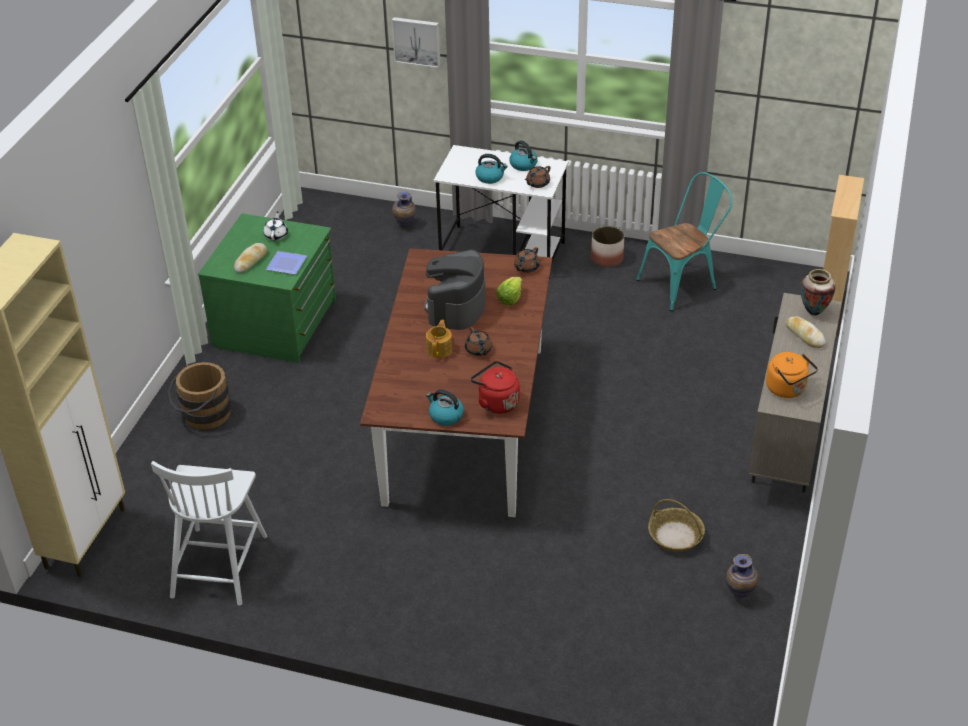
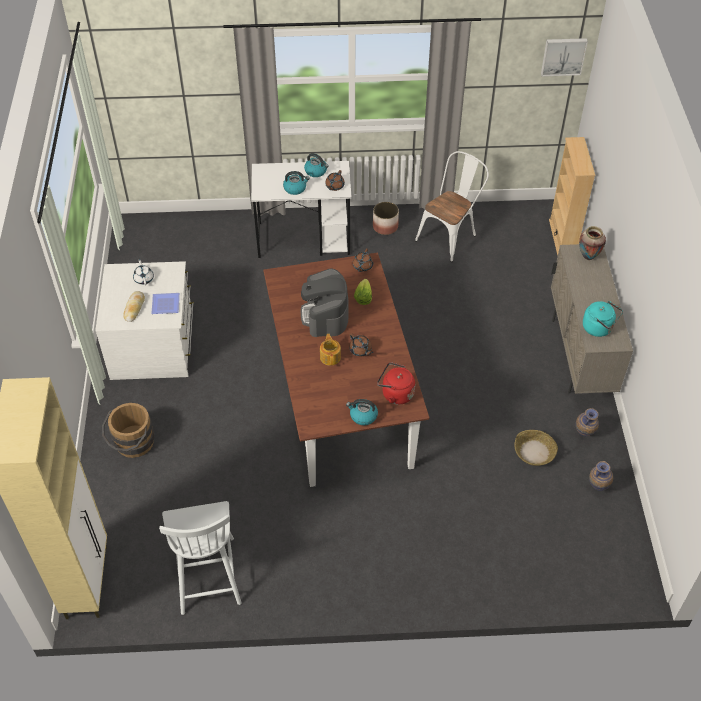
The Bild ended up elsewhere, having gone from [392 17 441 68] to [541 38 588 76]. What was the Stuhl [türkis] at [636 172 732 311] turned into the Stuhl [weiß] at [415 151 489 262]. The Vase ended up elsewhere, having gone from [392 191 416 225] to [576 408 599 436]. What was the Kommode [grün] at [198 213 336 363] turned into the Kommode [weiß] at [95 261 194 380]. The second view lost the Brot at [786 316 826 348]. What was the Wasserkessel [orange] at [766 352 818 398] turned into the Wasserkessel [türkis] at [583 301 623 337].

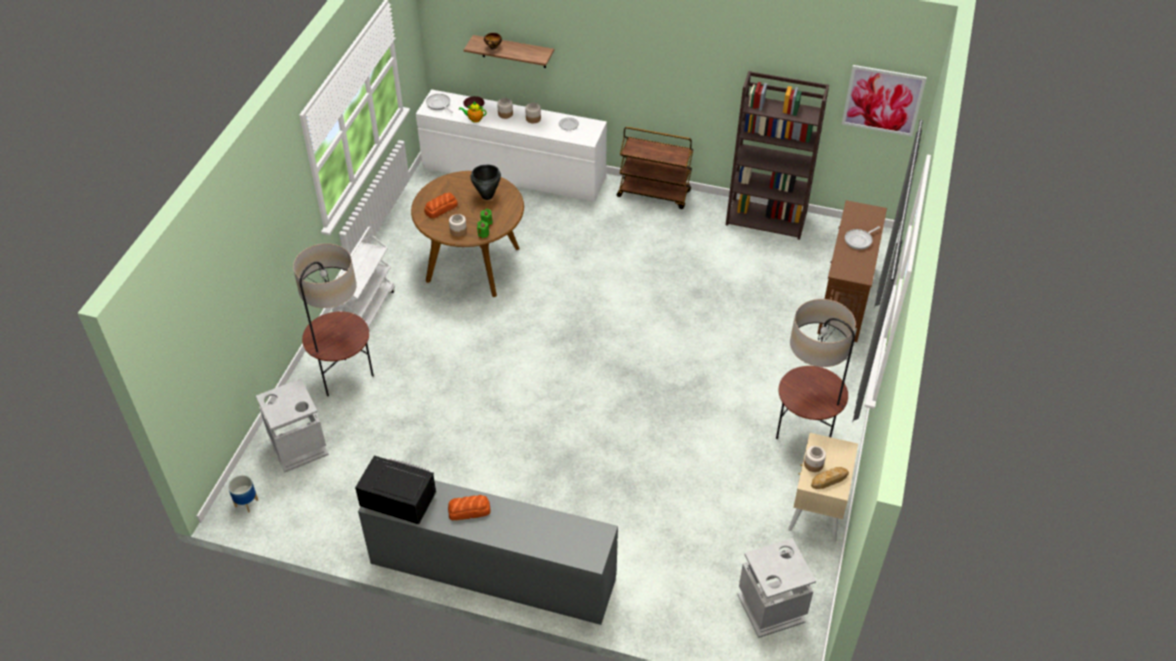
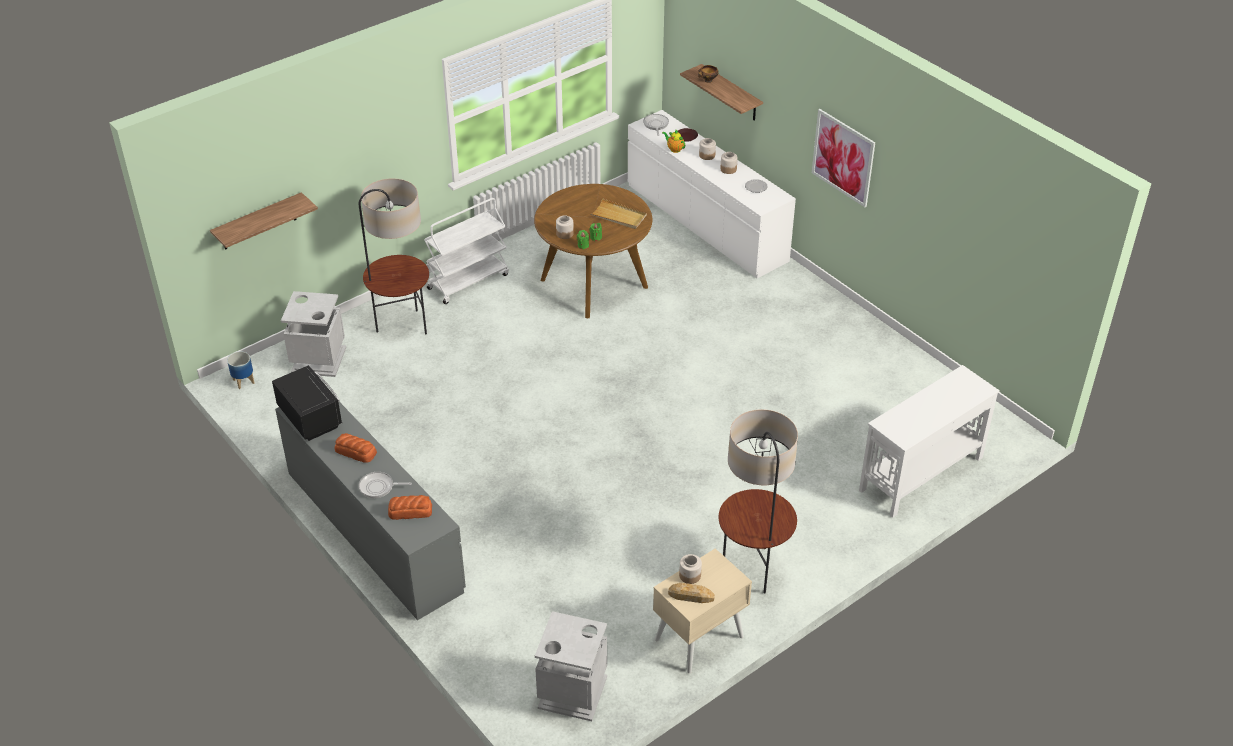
The Bild ended up elsewhere, having gone from [842 65 927 137] to [812 109 875 207]. The second view lost the Bücherregal [braun] at [726 71 829 240]. The second view lost the Rollwagen [braun] at [617 127 693 209]. Where the Kochtopf [schwarz] stood at [471 165 501 200], the Tablett [beige] came to stand at [590 199 647 229]. The Brot ended up elsewhere, having gone from [424 192 458 218] to [388 495 432 520]. What was the Konsolentisch [braun] at [817 200 887 342] turned into the Konsolentisch [weiß] at [859 365 1000 518]. The Pfanne ended up elsewhere, having gone from [845 226 880 250] to [359 472 412 498]. The second view gained the Wandregal at [210 192 318 250].

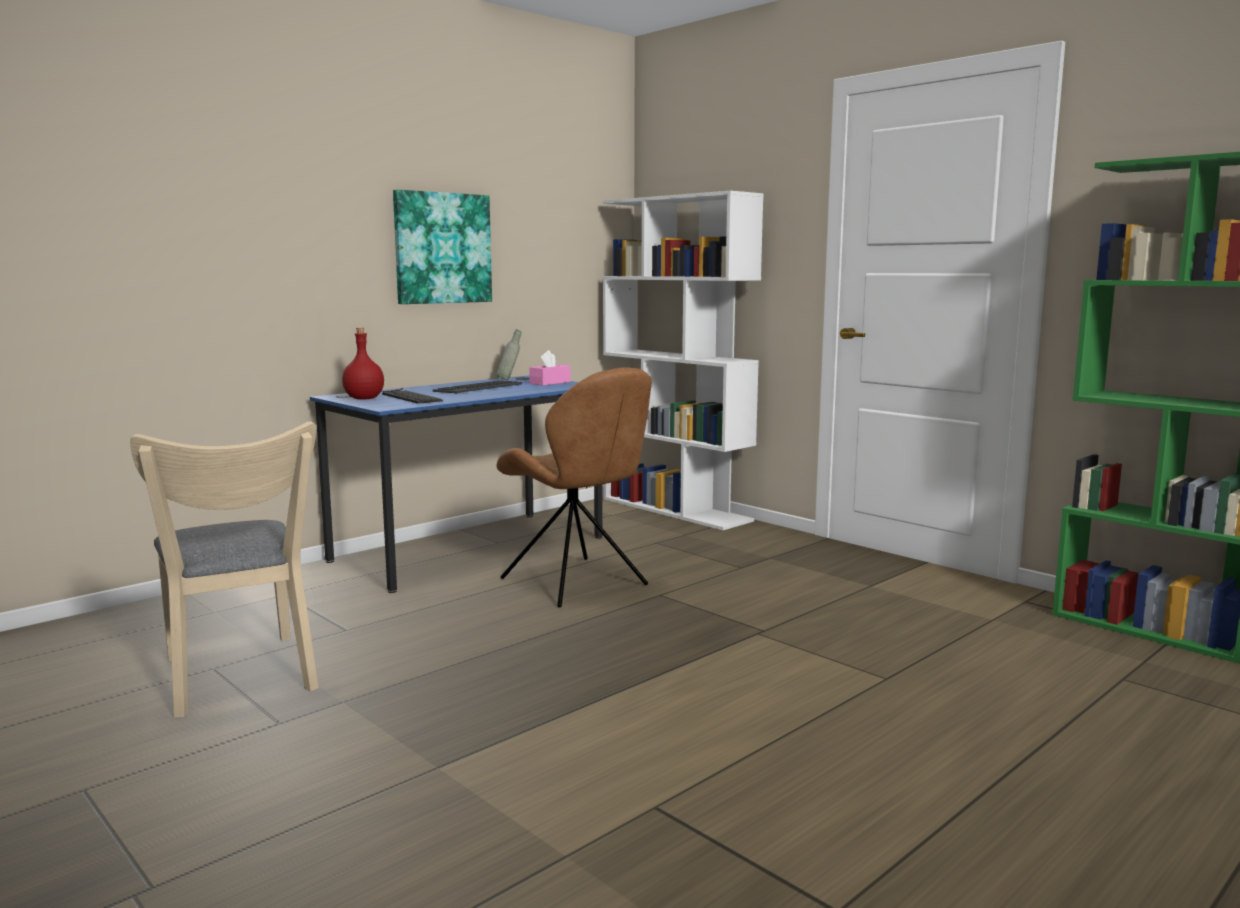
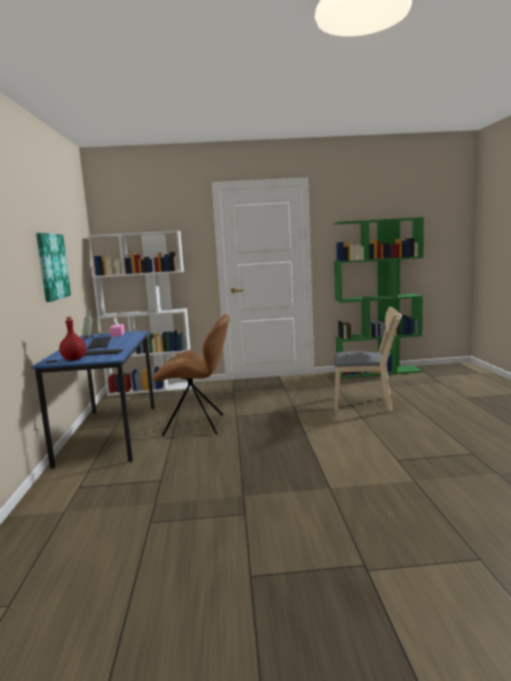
The Stuhl [beige] ended up elsewhere, having gone from [130 421 319 718] to [334 307 402 412].

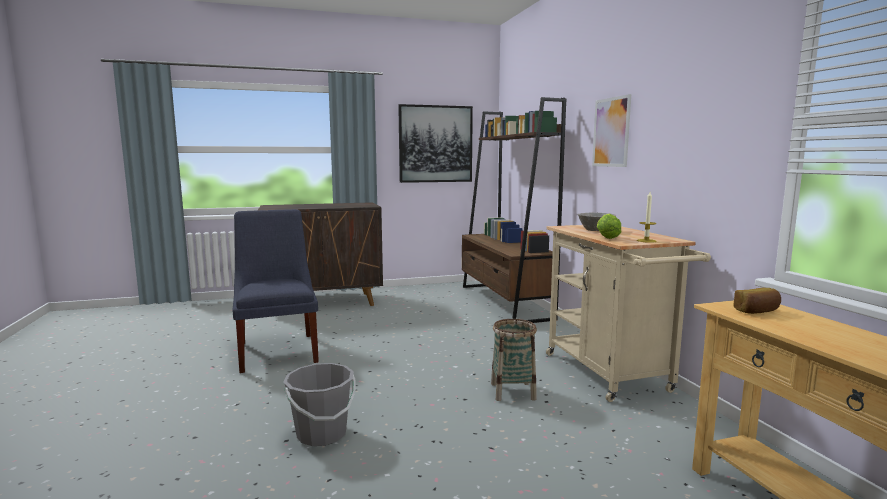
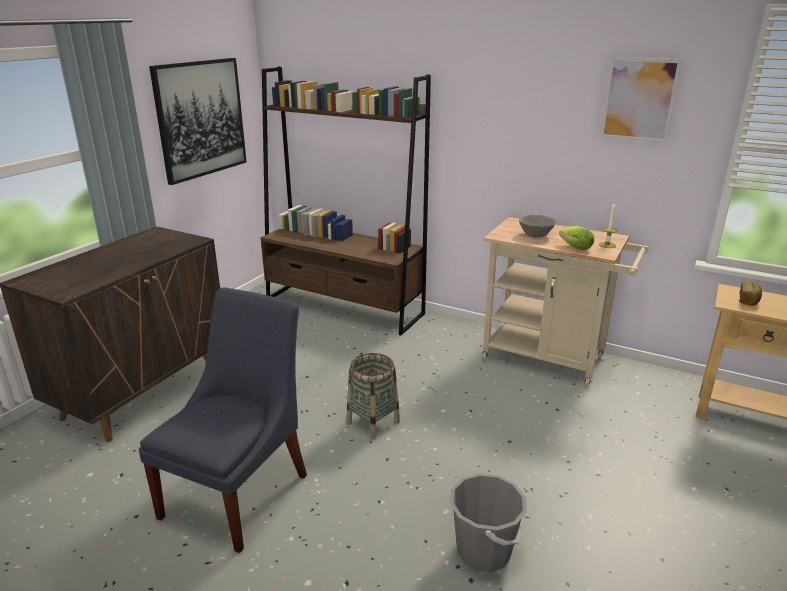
The Bild ended up elsewhere, having gone from [592 94 631 167] to [599 57 683 143]. The Stuhl [blau] at [233 209 319 373] ended up facing another way, 90 degrees clockwise from before. The Korb ended up elsewhere, having gone from [491 319 537 401] to [346 353 400 440].

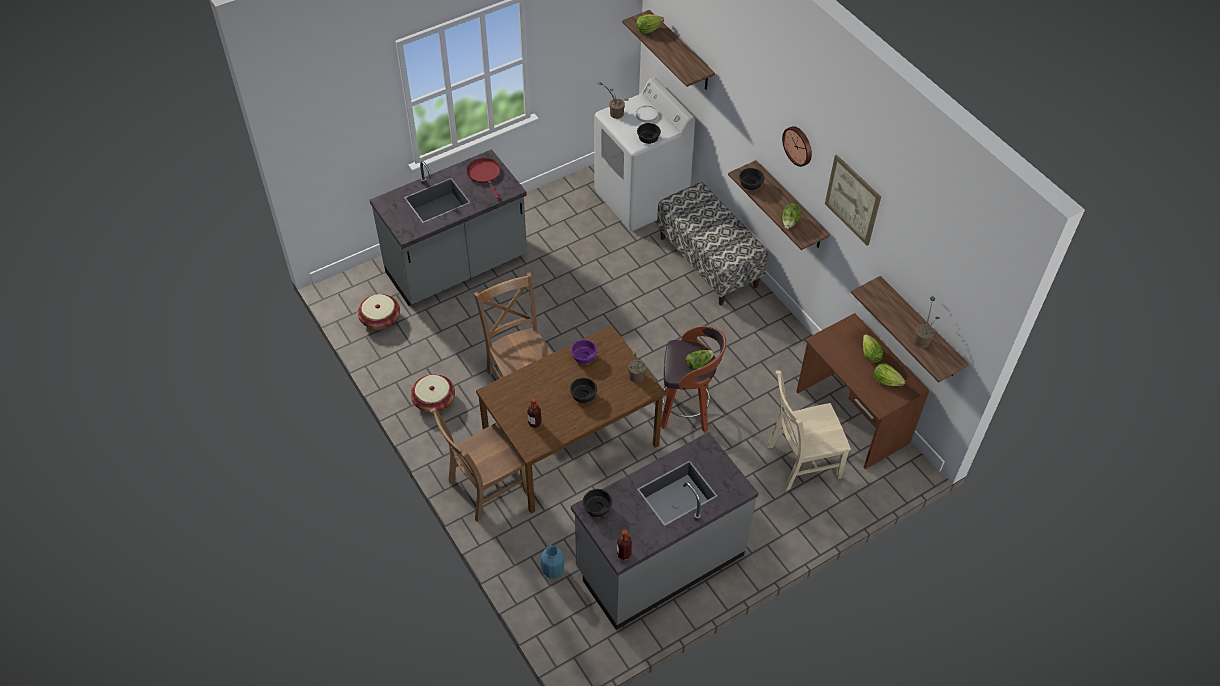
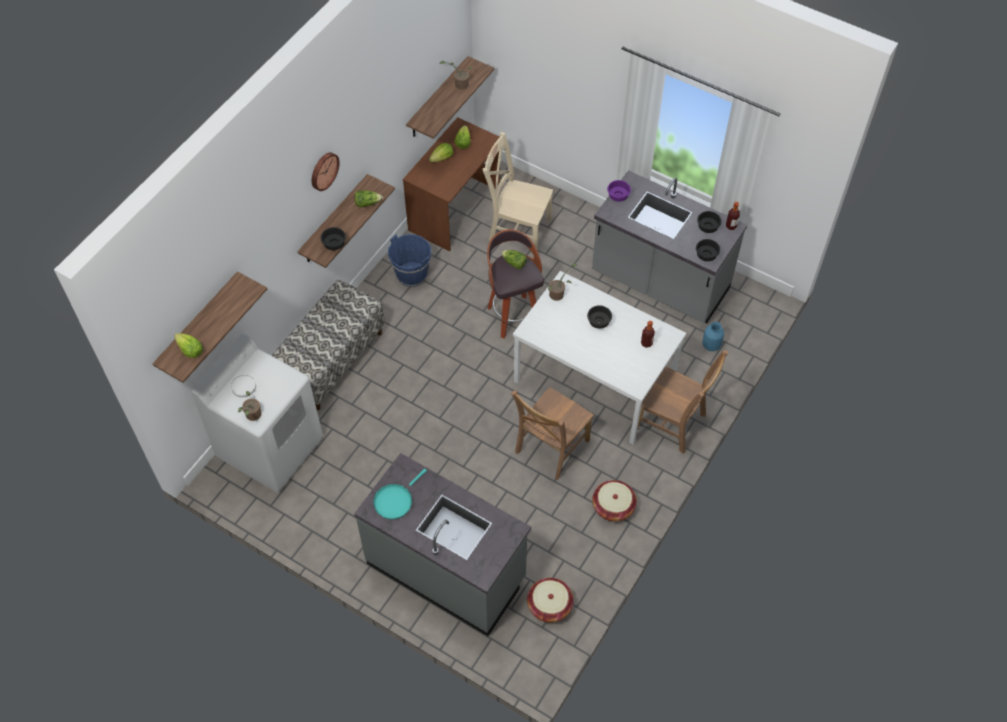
The Schüssel [schwarz] ended up elsewhere, having gone from [637 123 661 144] to [697 211 722 233]. The second view lost the Bild at [825 155 881 245]. What was the Pfanne [rot] at [467 158 501 199] turned into the Pfanne [türkis] at [373 468 427 520]. What was the Esstisch [braun] at [476 325 665 513] turned into the Esstisch [weiß] at [513 271 686 444]. The Schüssel [lila] ended up elsewhere, having gone from [571 340 598 364] to [607 180 631 202]. The Stuhl [beige] at [767 371 851 491] ended up facing another way, 150 degrees clockwise from before. The second view gained the Eimer [blau] at [388 234 431 287].

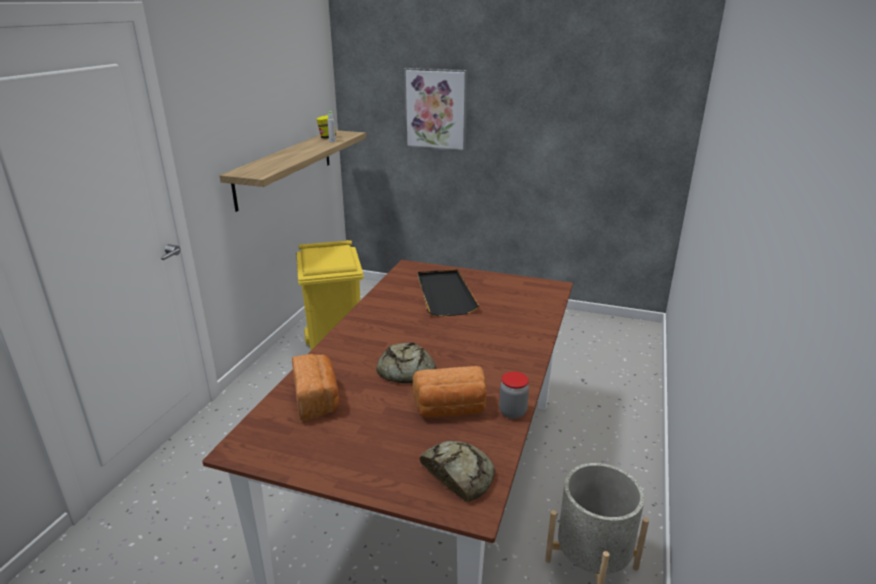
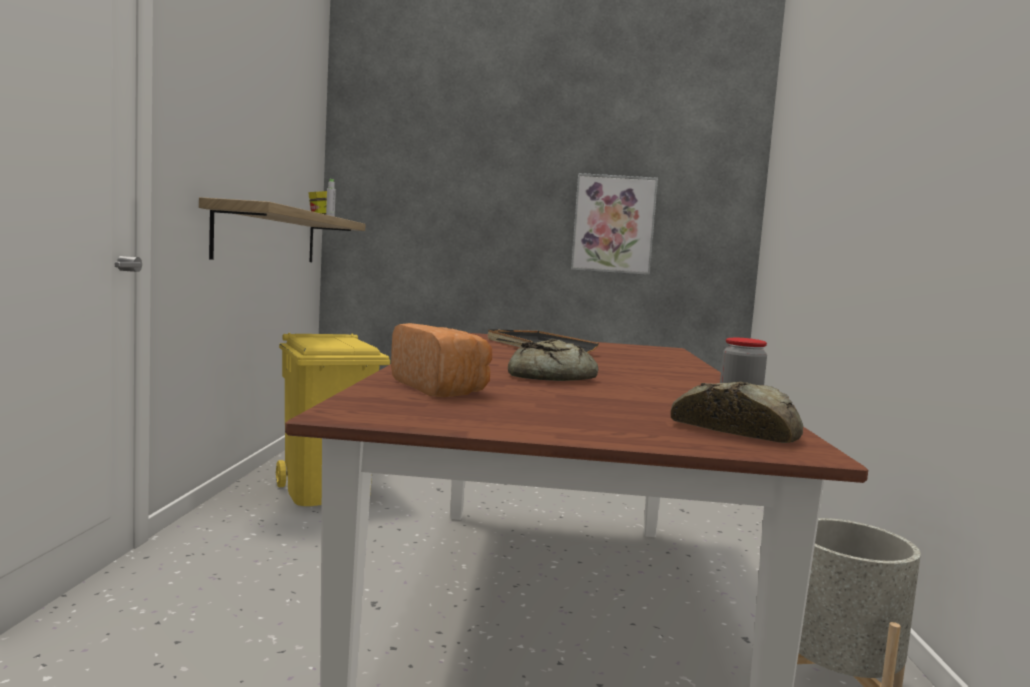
The Bild ended up elsewhere, having gone from [404 68 468 152] to [571 173 658 275]. The second view lost the Brot at [413 366 487 417].

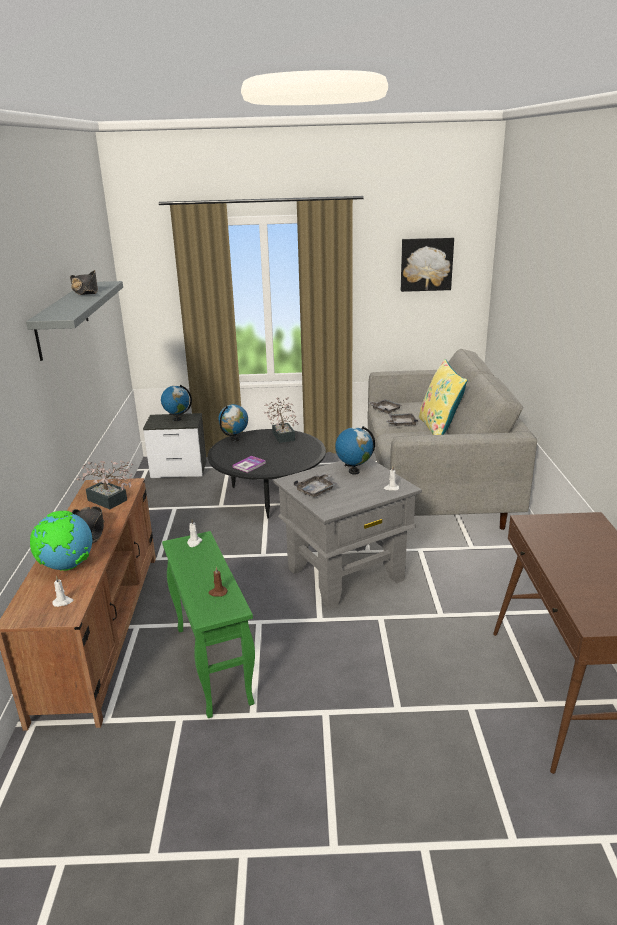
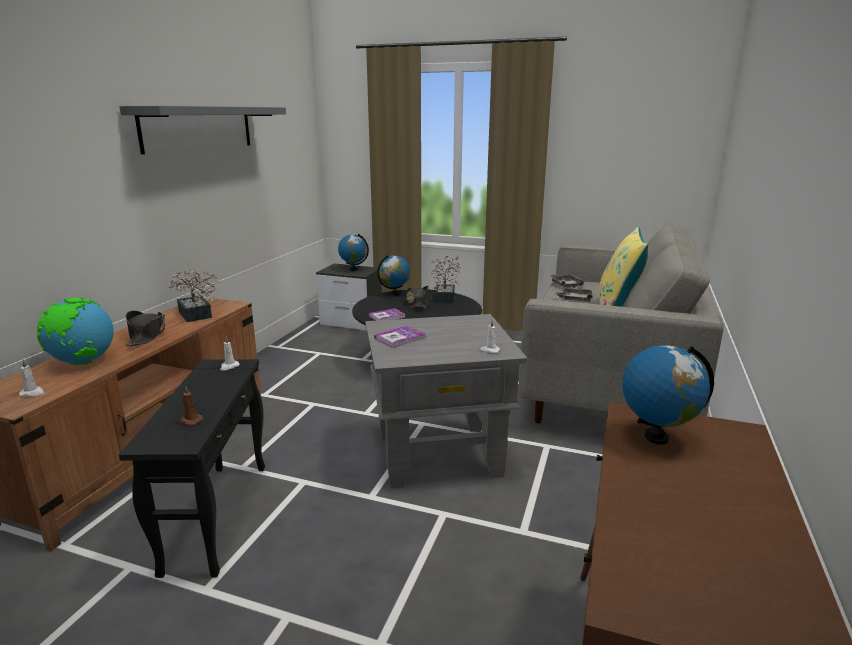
The second view lost the Bild at [401 237 454 292]. The Hut [schwarz] ended up elsewhere, having gone from [70 270 98 295] to [406 286 428 308]. The Globus ended up elsewhere, having gone from [335 426 375 475] to [622 345 714 445]. Where the Tablett [grau] stood at [294 473 337 497], the Buch came to stand at [374 326 425 348]. What was the Beistelltisch [grün] at [162 531 255 718] turned into the Beistelltisch [schwarz] at [119 359 265 578].

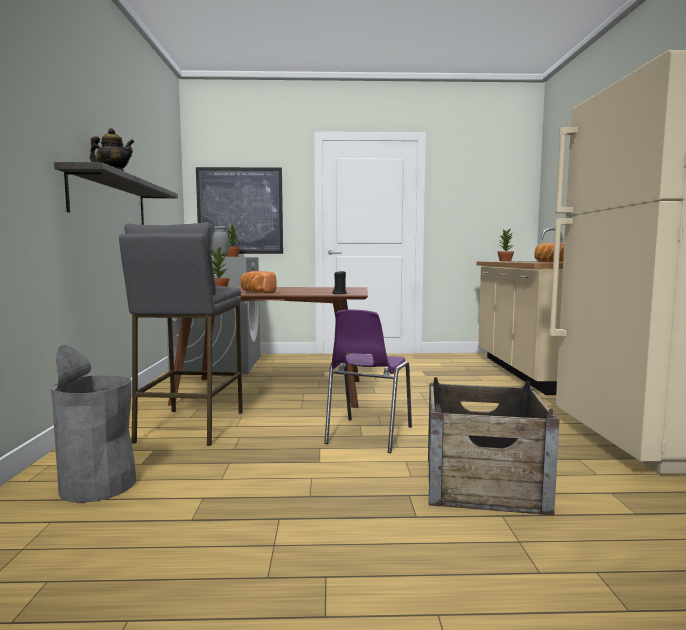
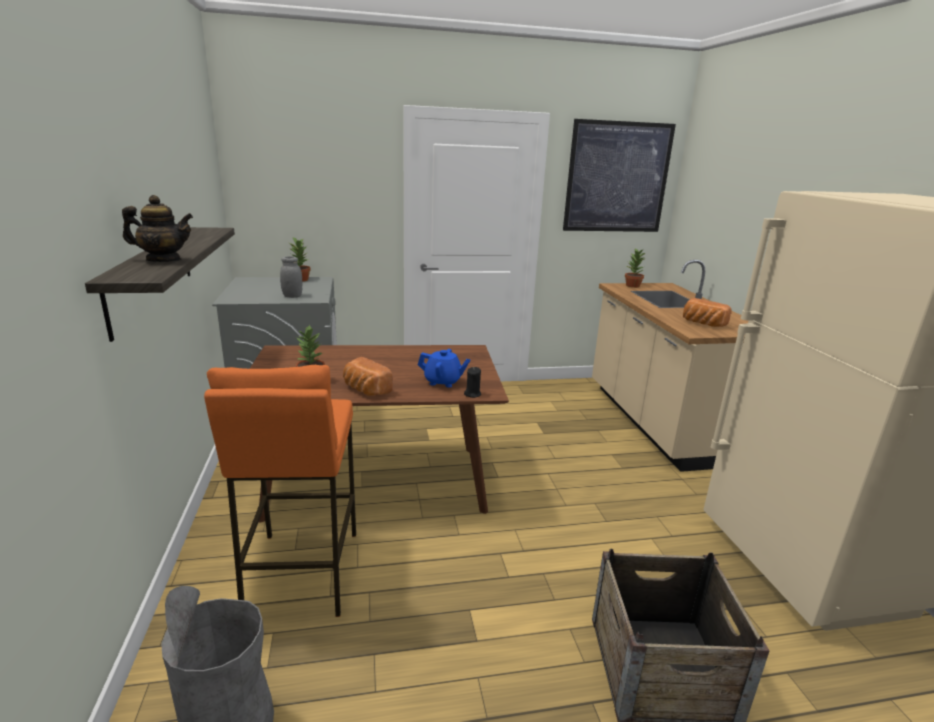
The Bild ended up elsewhere, having gone from [196 167 283 254] to [563 119 676 232]. What was the Hocker [grau] at [119 222 243 446] turned into the Hocker [orange] at [204 365 356 617]. The second view lost the Stuhl [lila] at [324 310 412 453]. The second view gained the Teekanne [blau] at [418 349 471 388].

